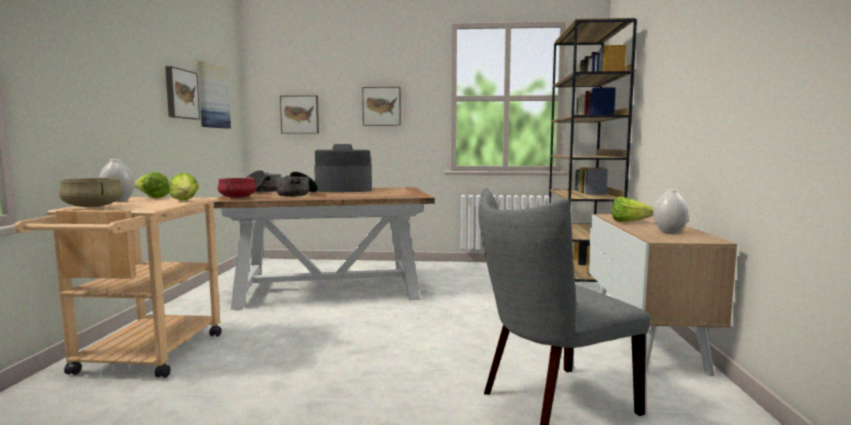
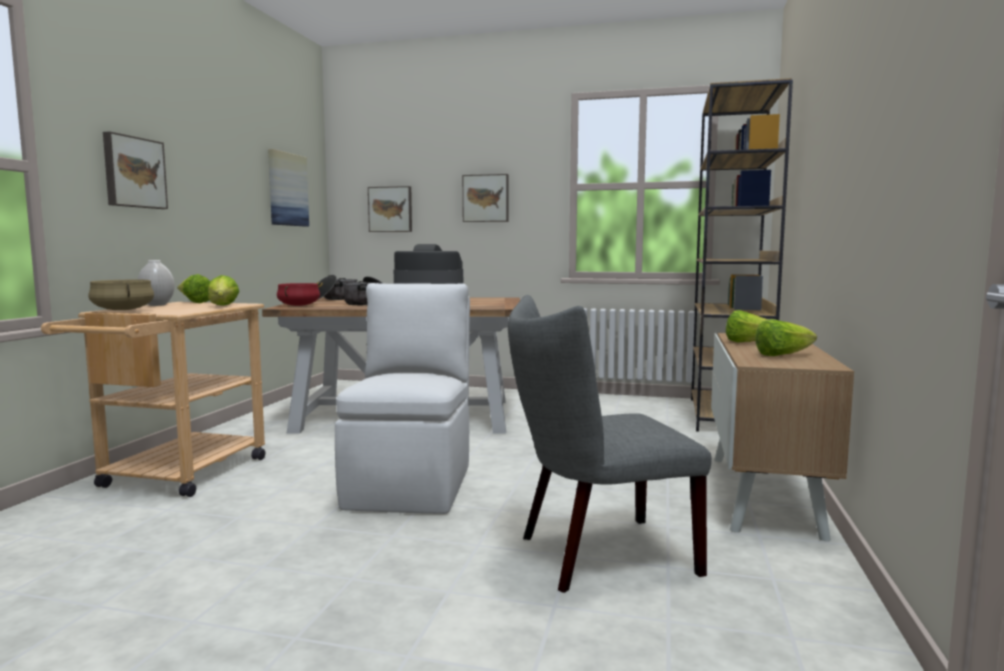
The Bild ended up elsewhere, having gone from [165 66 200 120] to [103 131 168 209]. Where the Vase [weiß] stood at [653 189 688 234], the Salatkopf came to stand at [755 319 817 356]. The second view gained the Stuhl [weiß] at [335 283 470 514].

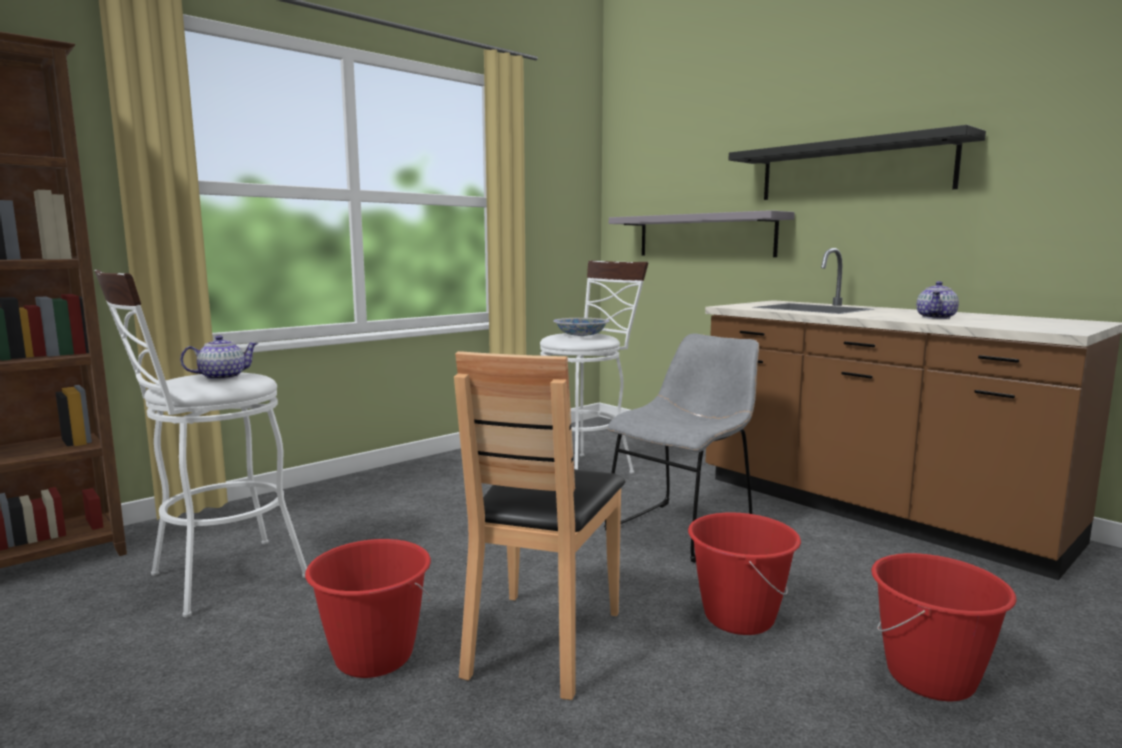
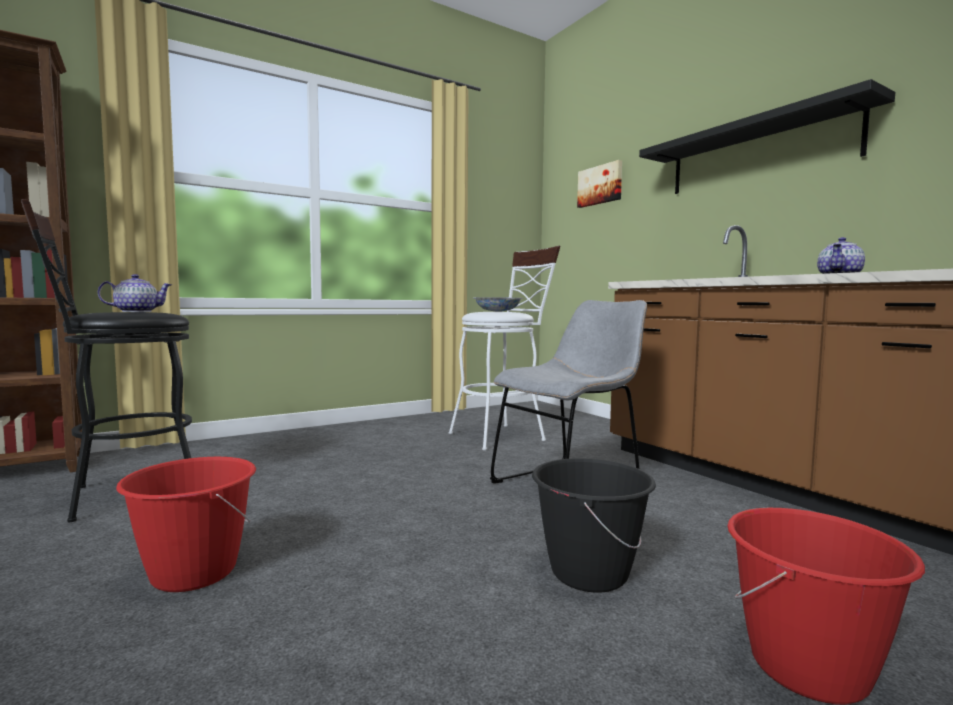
The second view lost the Wandregal [grau] at [609 210 795 257]. What was the Hocker [weiß] at [94 270 307 617] turned into the Hocker [schwarz] at [21 199 192 522]. The second view lost the Stuhl [braun] at [454 351 625 700]. What was the Eimer [rot] at [688 513 801 635] turned into the Eimer [schwarz] at [532 458 656 593]. The second view gained the Bild at [577 160 622 208].

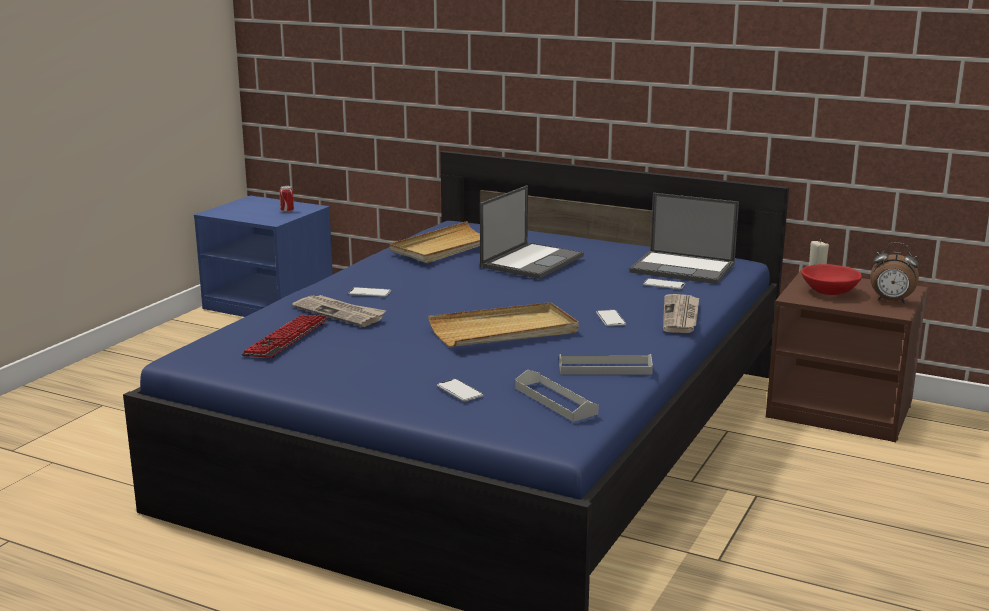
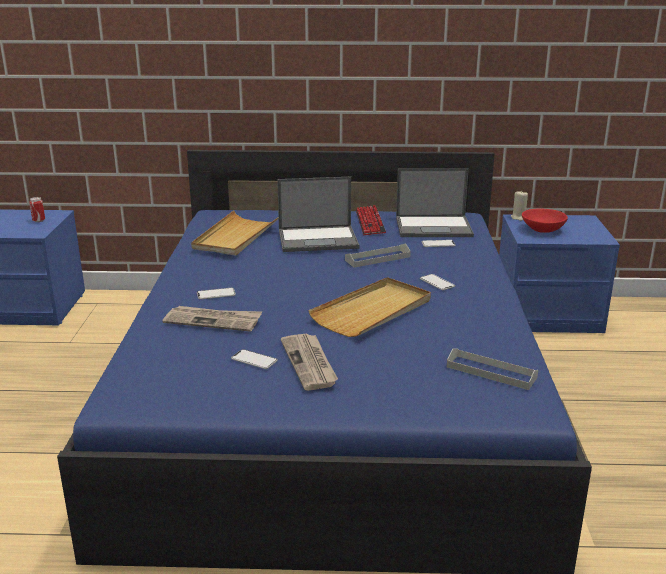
The Laptop at [480 185 584 279] ended up facing another way, 75 degrees clockwise from before. The second view lost the Wecker at [870 242 919 303]. What was the Nachttisch [braun] at [766 270 928 442] turned into the Nachttisch [blau] at [499 214 620 333]. The Zeitung ended up elsewhere, having gone from [663 294 699 333] to [281 334 338 391]. The Tastatur ended up elsewhere, having gone from [241 314 328 358] to [356 205 386 235]. The Tablett [grau] ended up elsewhere, having gone from [559 354 653 375] to [345 244 411 268]. The Handy ended up elsewhere, having gone from [437 379 483 401] to [231 349 278 369].

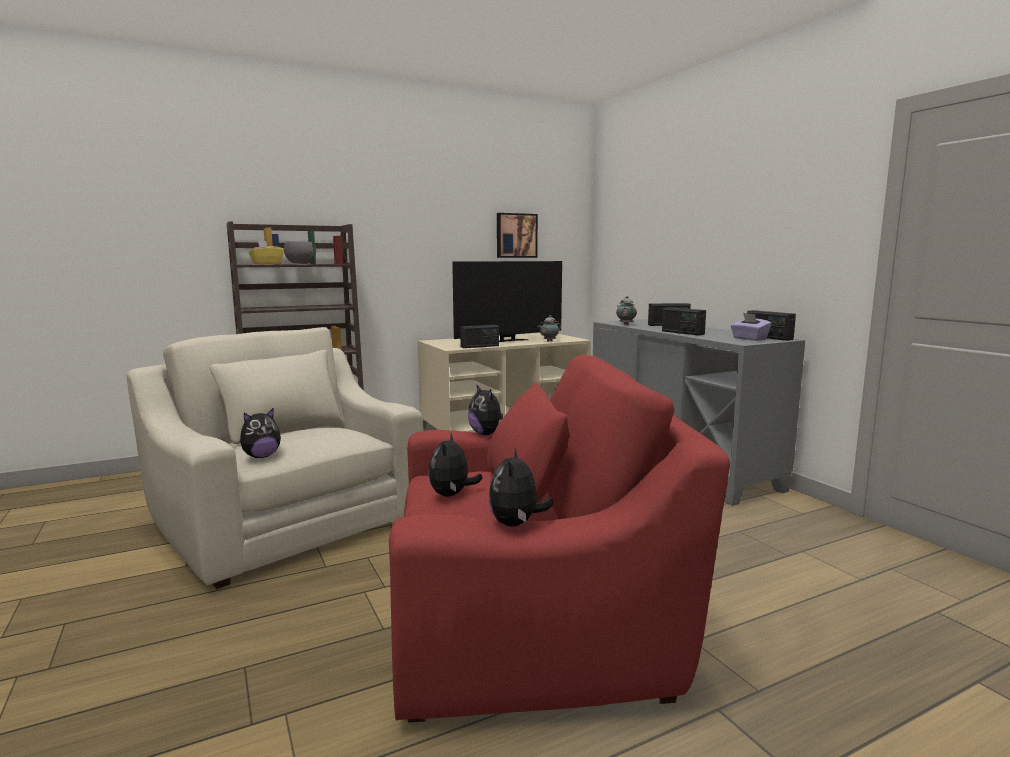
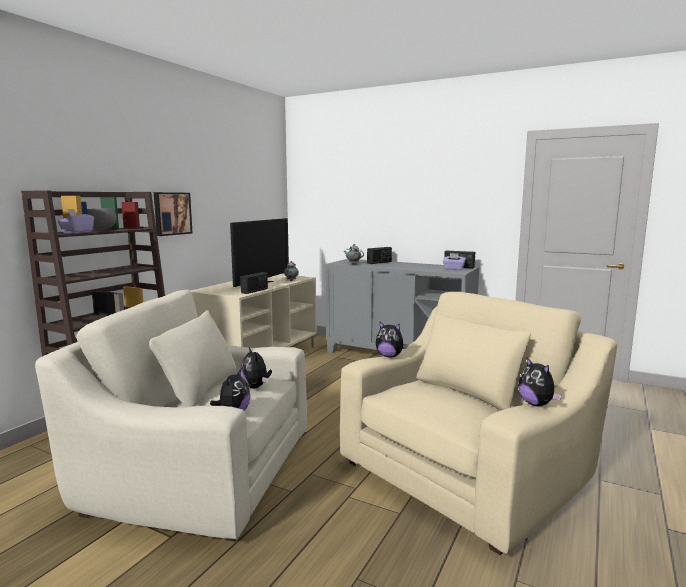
The Bild ended up elsewhere, having gone from [497 213 538 258] to [154 192 193 236]. What was the Taschentuchbox [gelb] at [249 241 284 264] turned into the Taschentuchbox [lila] at [57 209 94 233]. The second view lost the Radio at [662 307 706 336]. What was the Sessel [rot] at [389 355 730 723] turned into the Sessel [beige] at [340 292 617 555]. The Plüschtier ended up elsewhere, having gone from [428 434 483 497] to [241 347 272 388].

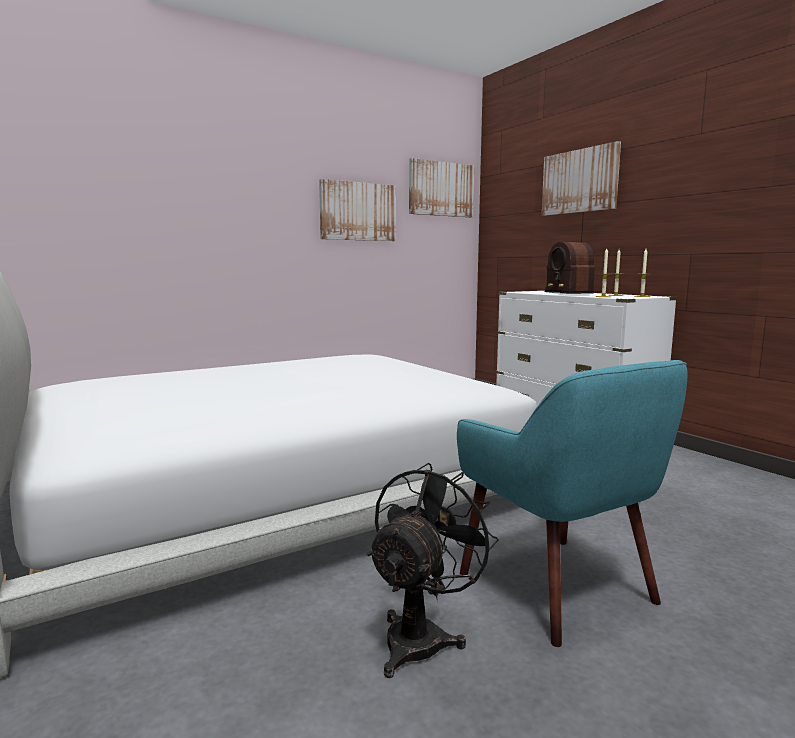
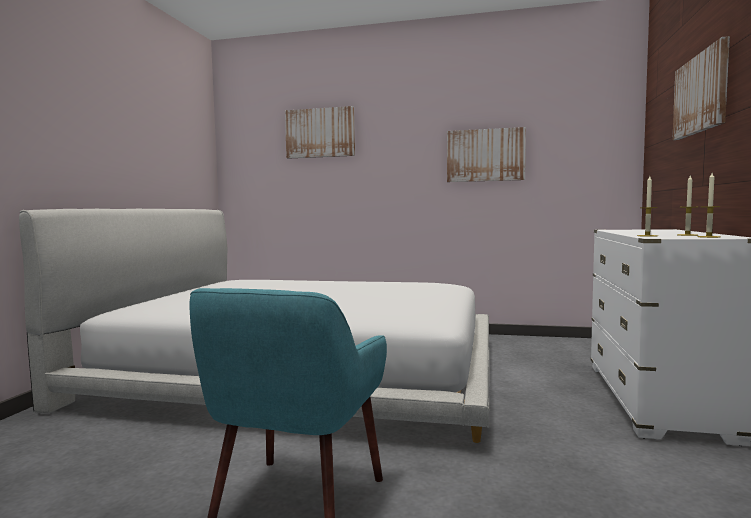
The Bild ended up elsewhere, having gone from [409 158 474 217] to [285 106 355 159]. The second view lost the Radio at [544 242 602 294]. The second view lost the Ventilator [schwarz] at [367 463 498 678].

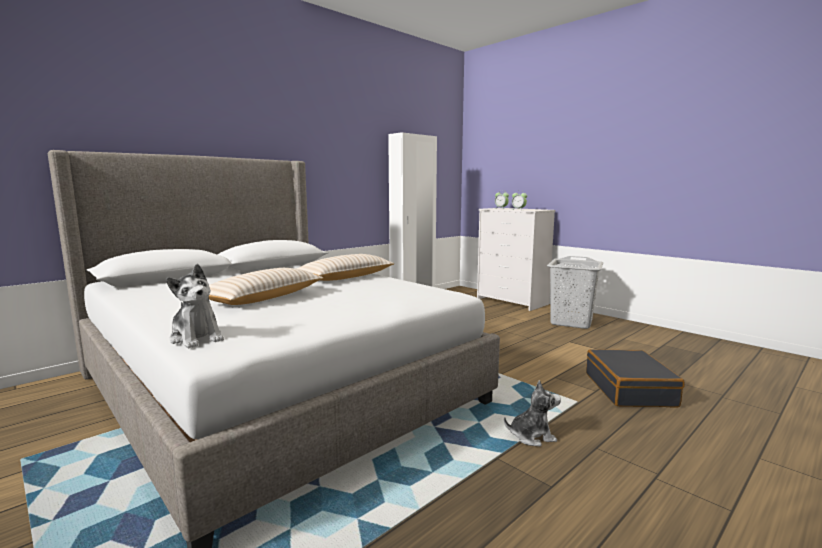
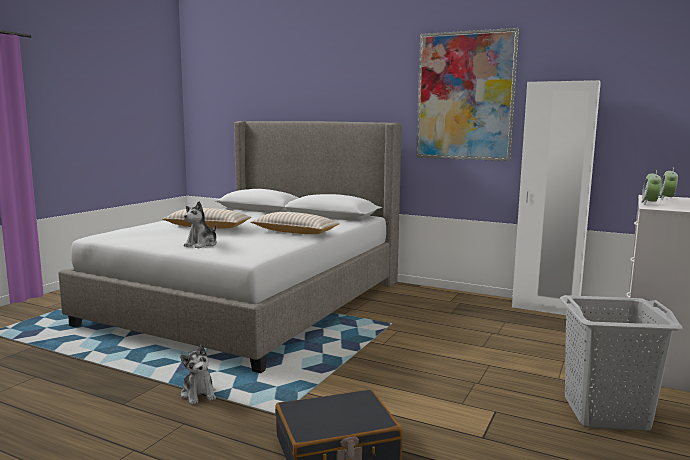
The Plüschtier ended up elsewhere, having gone from [166 264 224 348] to [184 201 217 249]. The second view gained the Bild at [416 28 519 161].

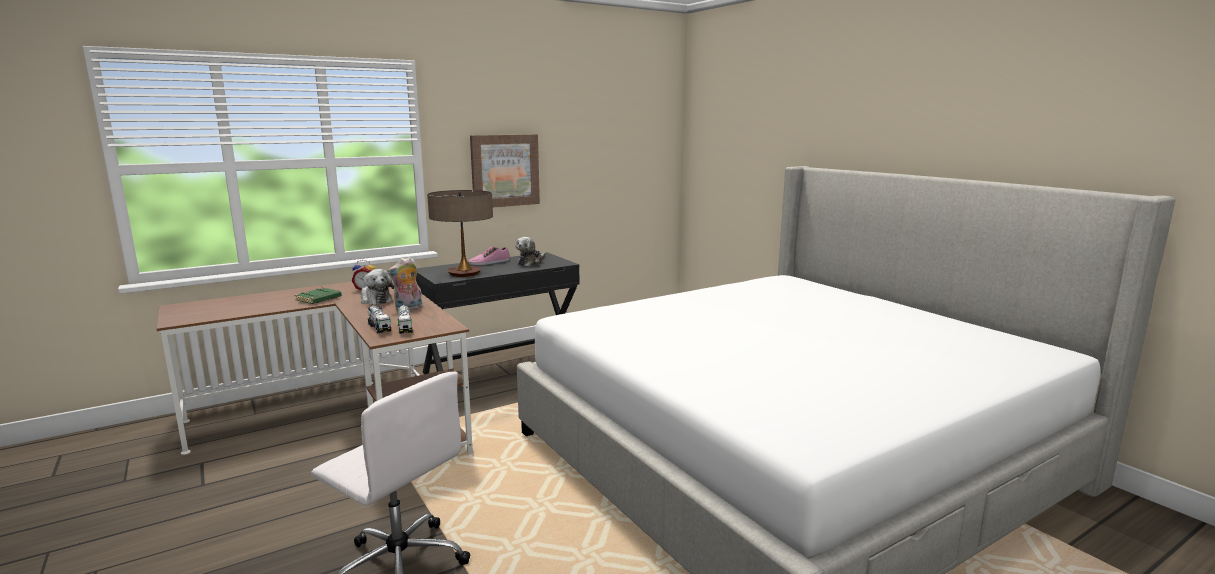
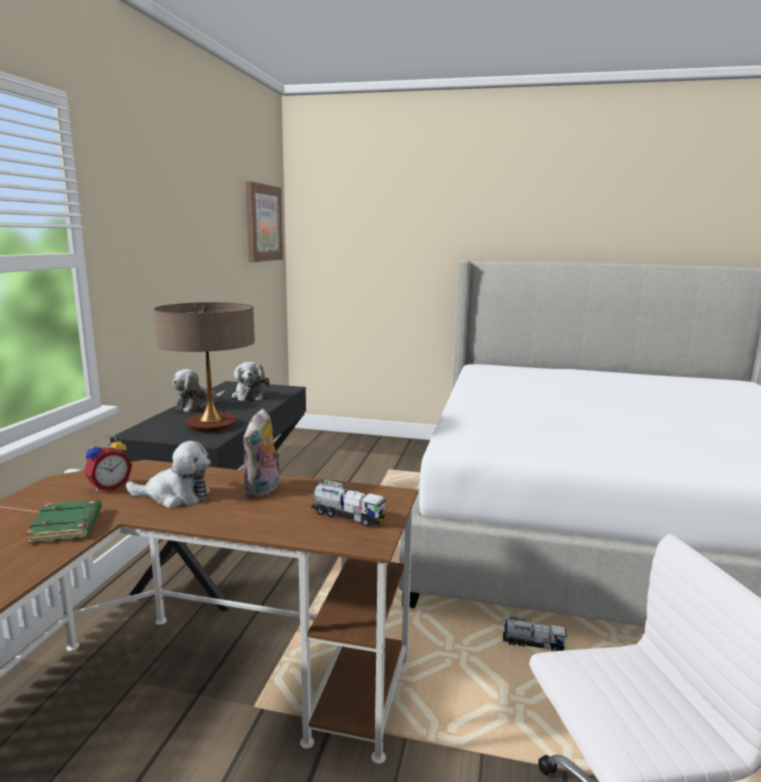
The Bild ended up elsewhere, having gone from [470 134 540 207] to [246 181 283 262]. Where the Schuh stood at [468 246 510 266], the Plüschtier came to stand at [172 369 226 413]. The Spielzeuglaster ended up elsewhere, having gone from [368 305 391 334] to [503 616 567 651].

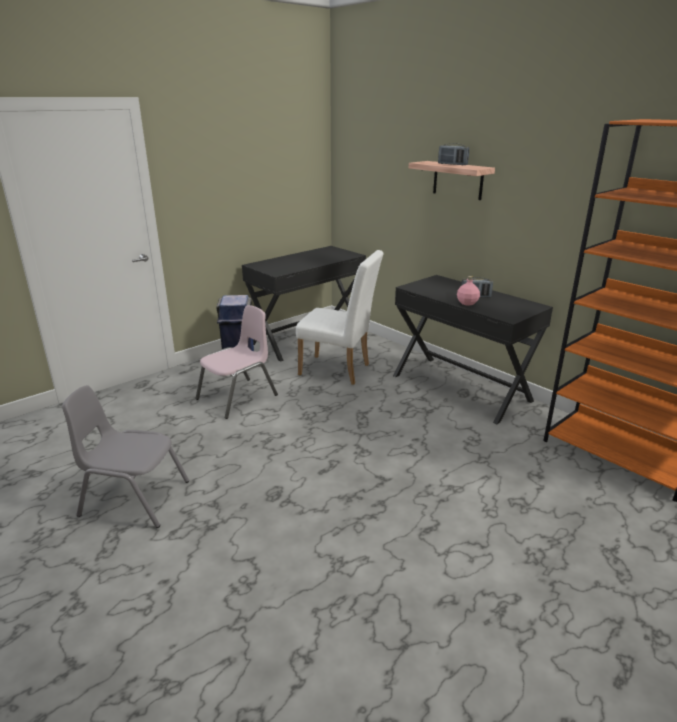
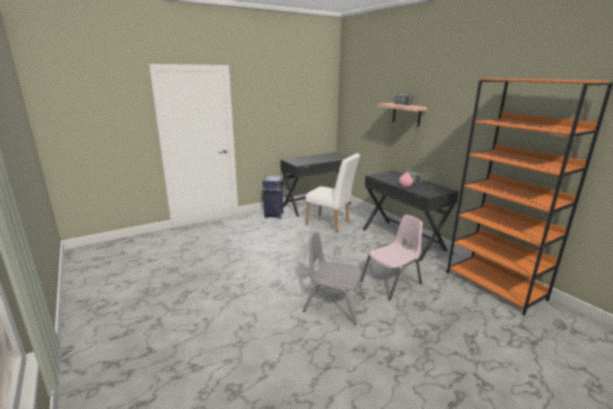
The Stuhl [rosa] ended up elsewhere, having gone from [196 305 278 419] to [360 215 423 301]. The Stuhl [grau] ended up elsewhere, having gone from [62 385 189 528] to [303 232 365 325].

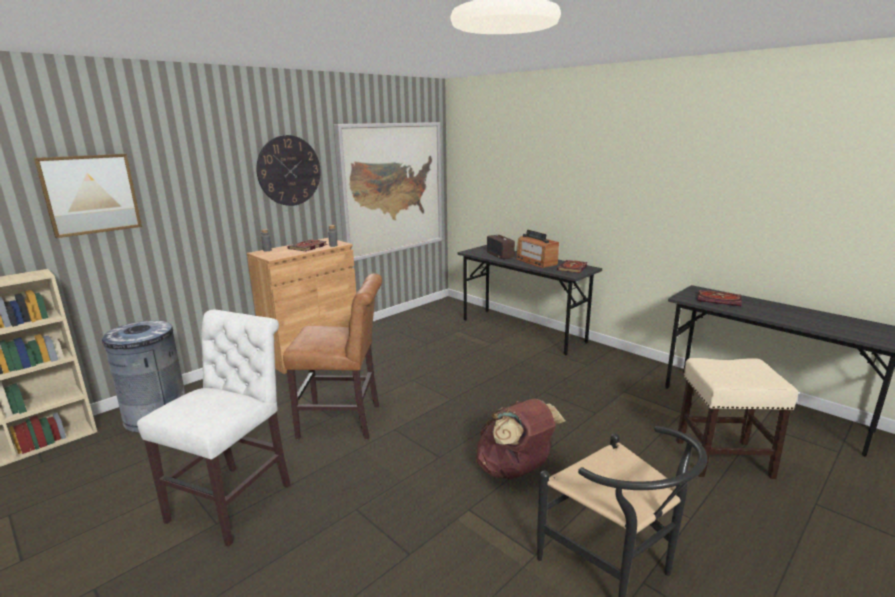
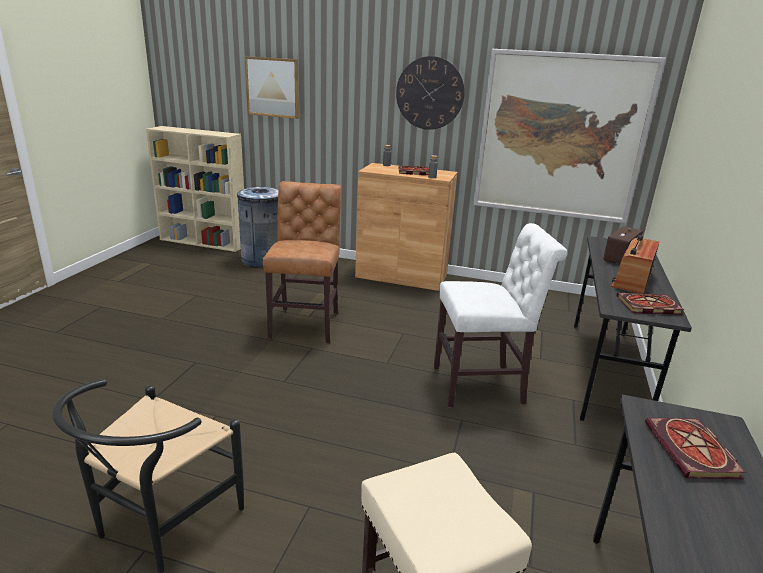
The Stuhl [braun] at [283 273 382 440] ended up facing another way, 150 degrees counterclockwise from before. The Stuhl [weiß] ended up elsewhere, having gone from [137 310 291 547] to [434 223 567 407]. The second view lost the Rucksack [braun] at [475 399 565 480].

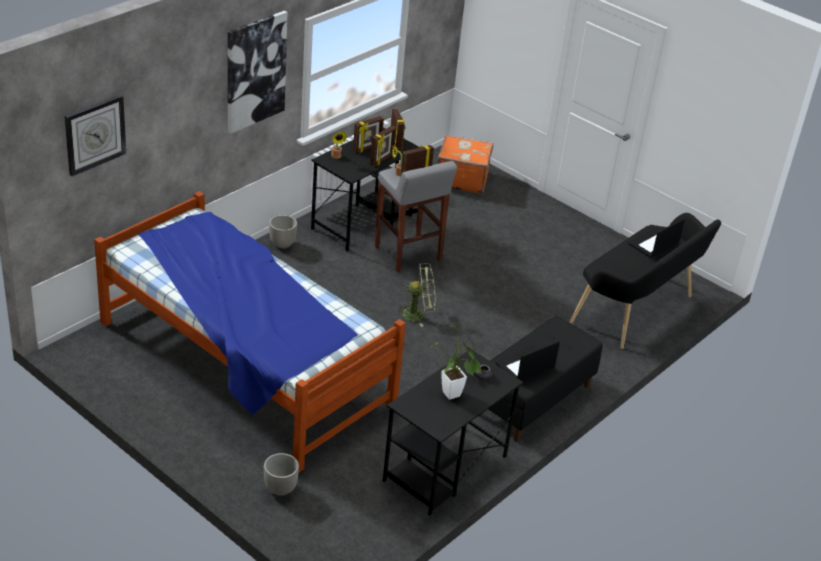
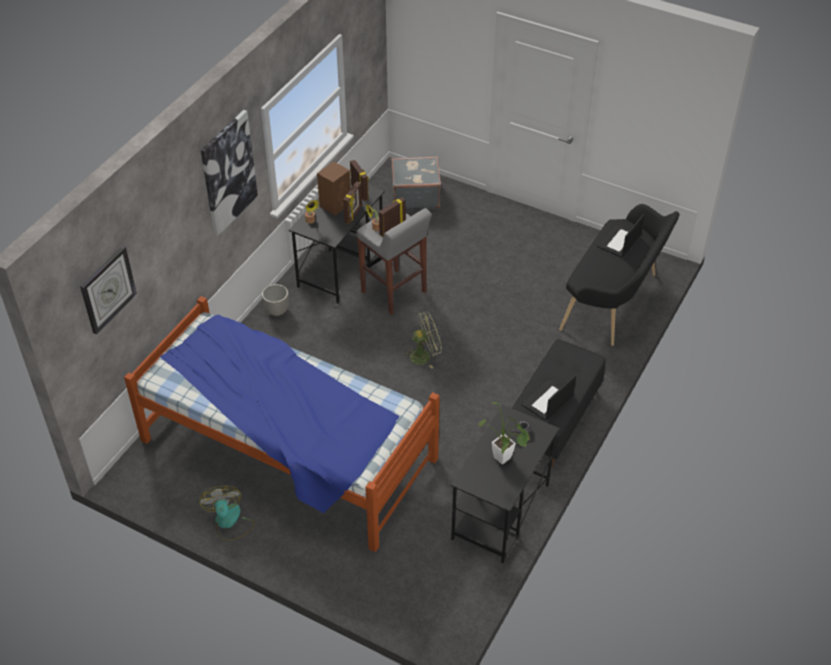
Where the Bilderrahmen stood at [353 116 384 153], the Lautsprecher [braun] came to stand at [317 161 351 215]. What was the Koffer [orange] at [438 135 493 194] turned into the Koffer [grau] at [391 156 441 210]. The second view lost the Pflanzkübel at [264 453 299 496]. The second view gained the Ventilator at [199 486 255 541].

